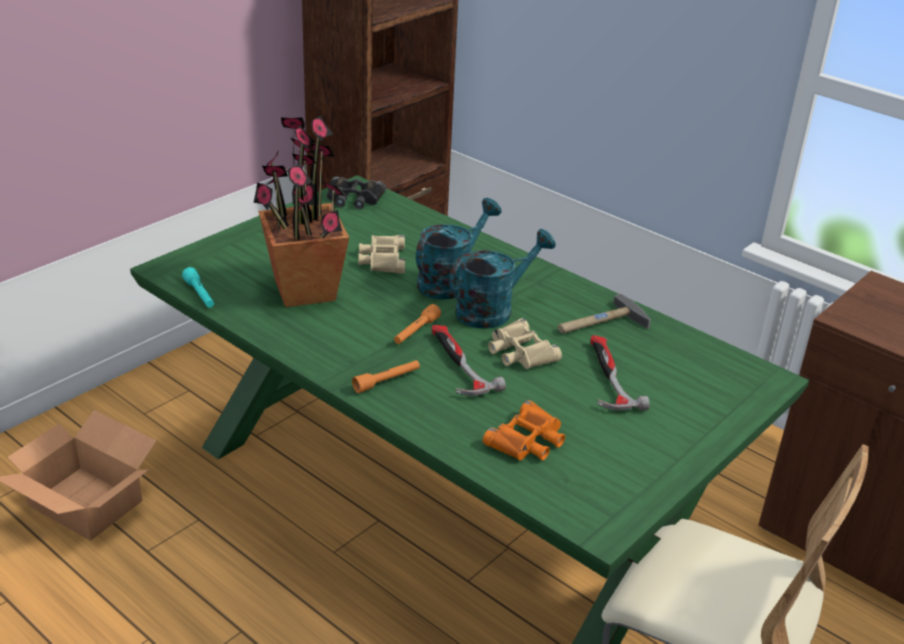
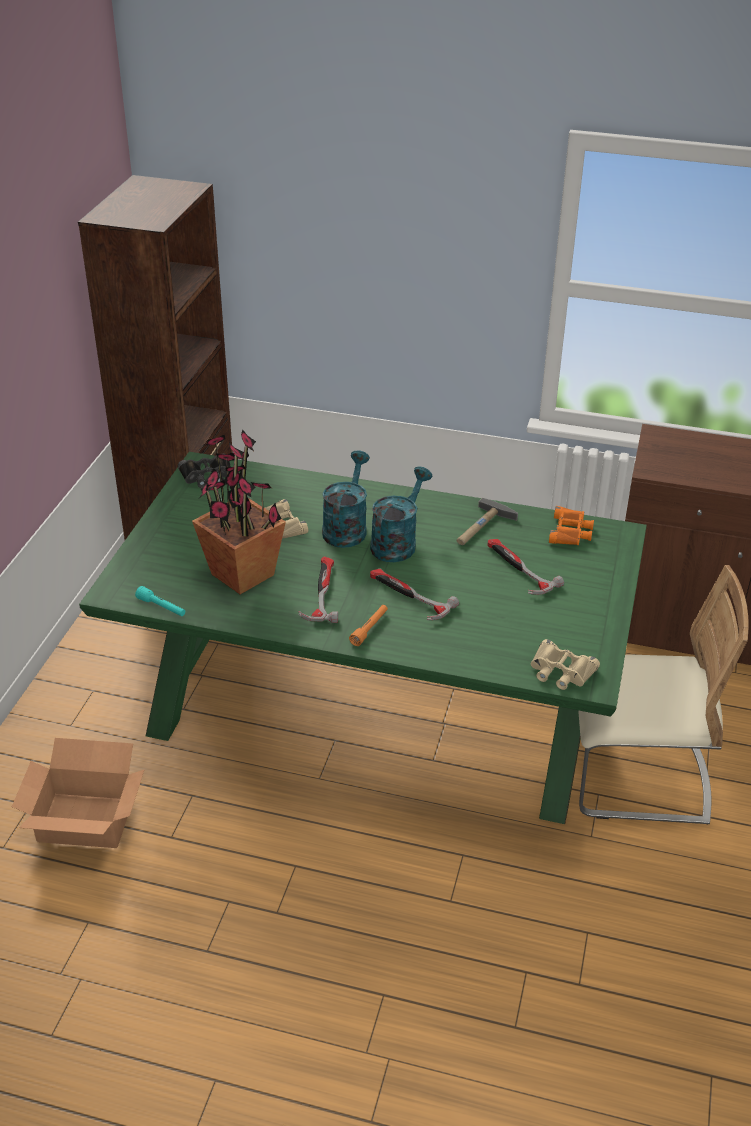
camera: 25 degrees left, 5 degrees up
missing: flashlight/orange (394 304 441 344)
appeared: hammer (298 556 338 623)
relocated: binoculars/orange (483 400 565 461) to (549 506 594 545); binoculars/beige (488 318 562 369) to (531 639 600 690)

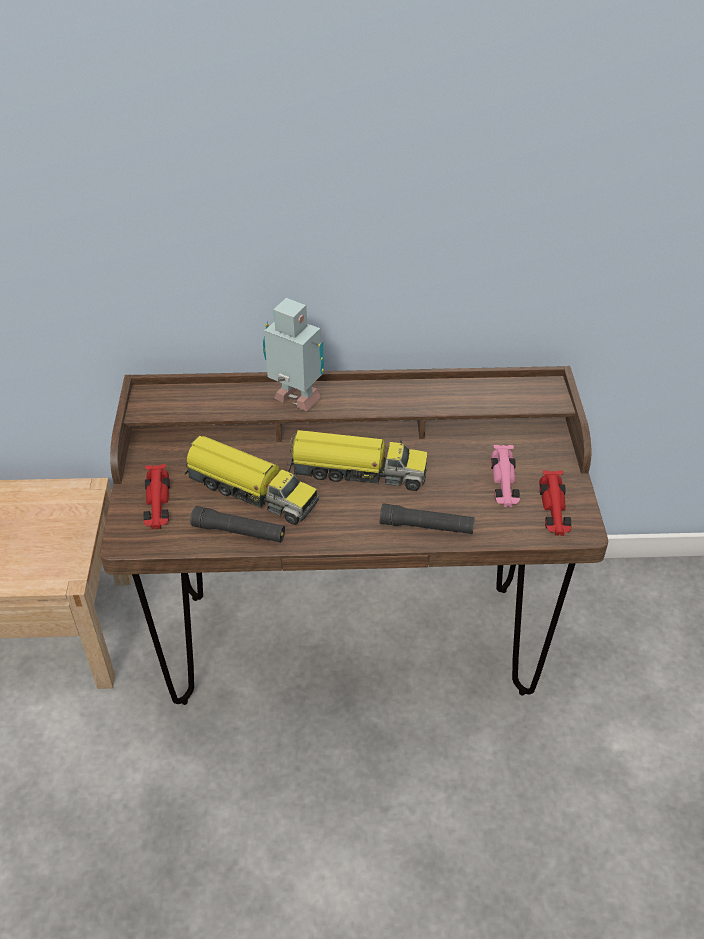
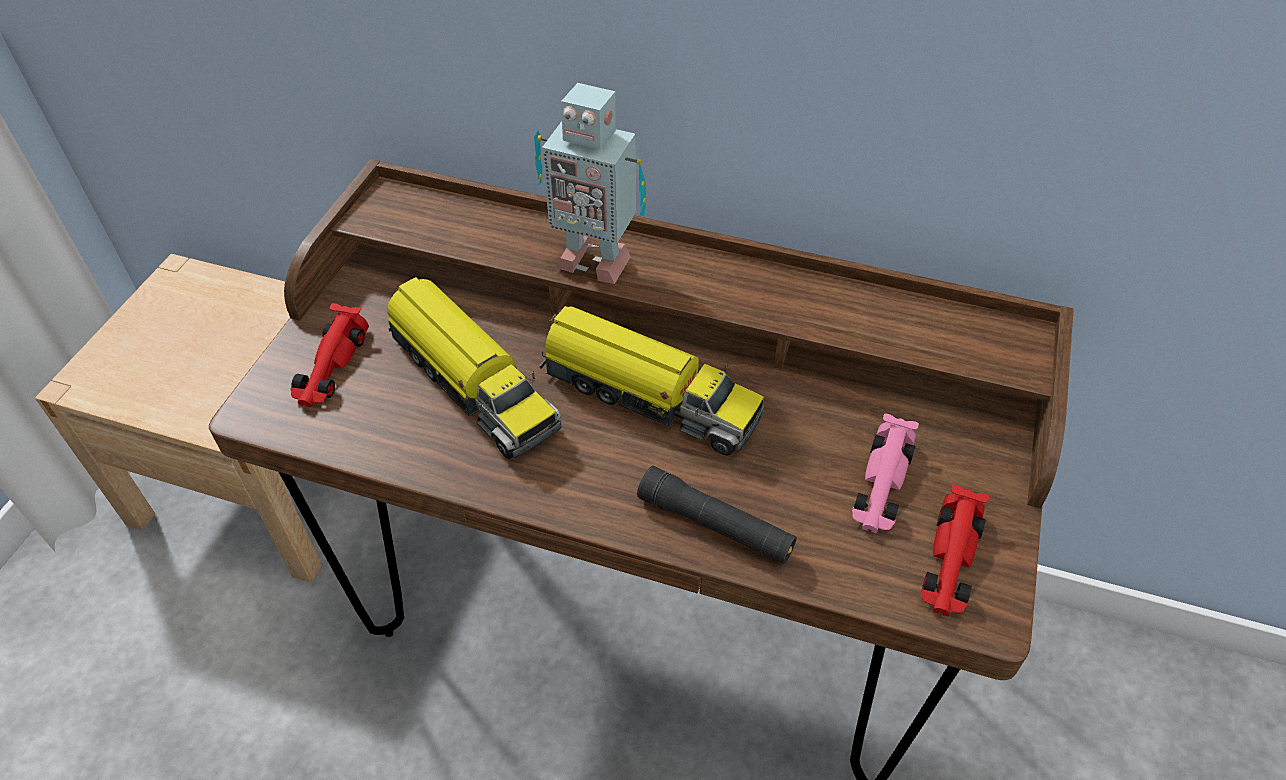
camera: 20 degrees right, 5 degrees up
missing: flashlight/black (190 506 285 542)
spun: toy robot (263 298 324 411) = (534 83 646 284) 150 degrees clockwise

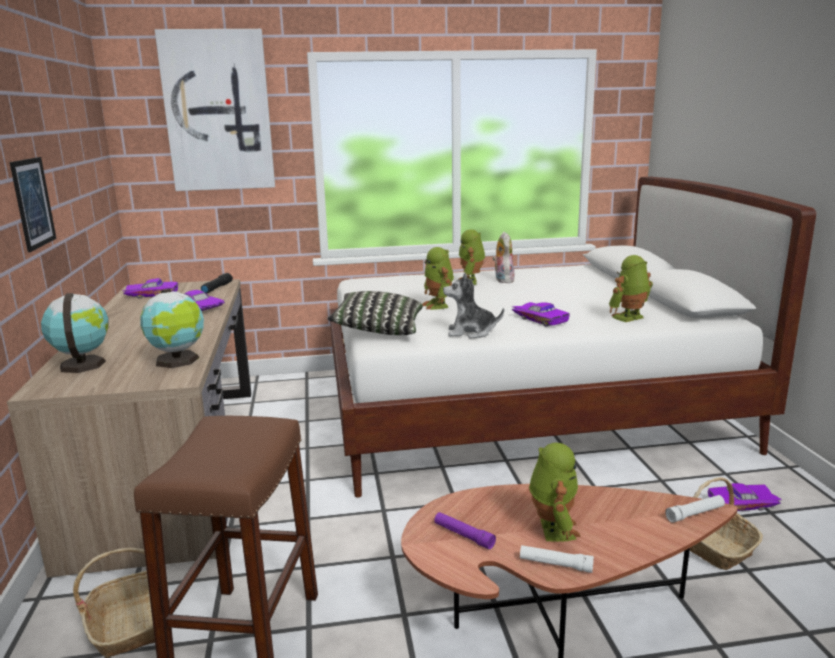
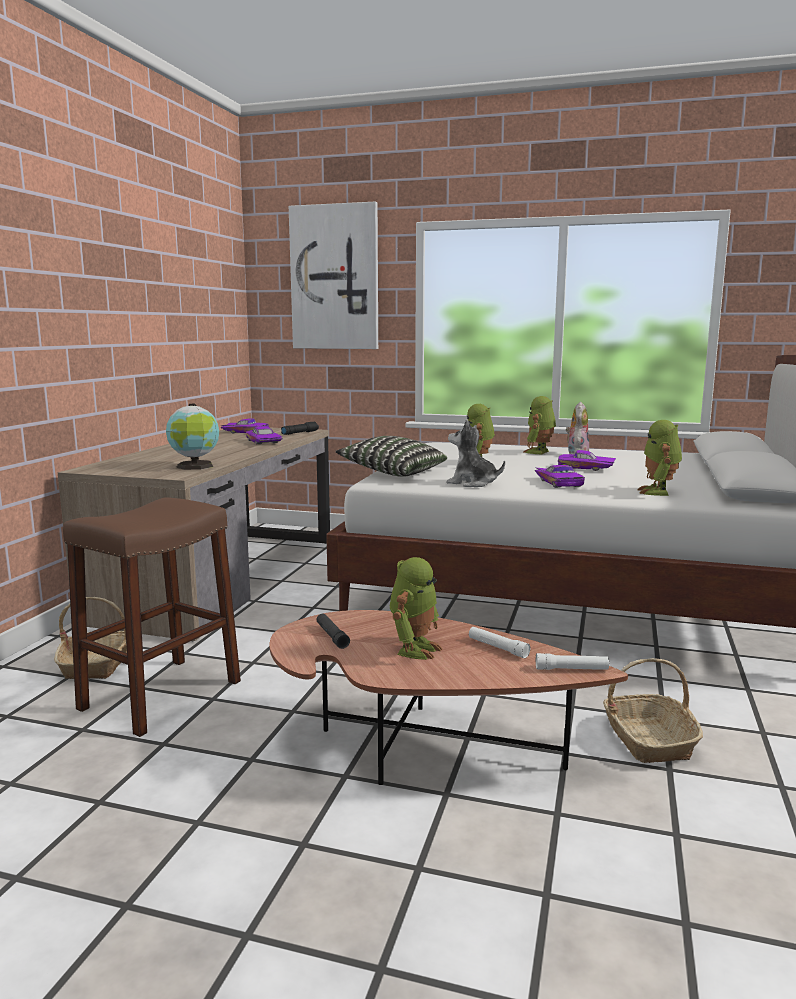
camera: 25 degrees right, 5 degrees down
missing: picture (10 157 56 252); globe (41 293 109 373)
relocated: flashlight/white (520 545 594 573) to (469 627 530 658); toy car/purple (708 483 782 511) to (558 450 616 471)
colour: flashlight/purple (434 512 496 550) to flashlight/black (316 614 350 649)
spun: toy robot (609 255 653 322) = (637 420 682 496) 75 degrees counterclockwise

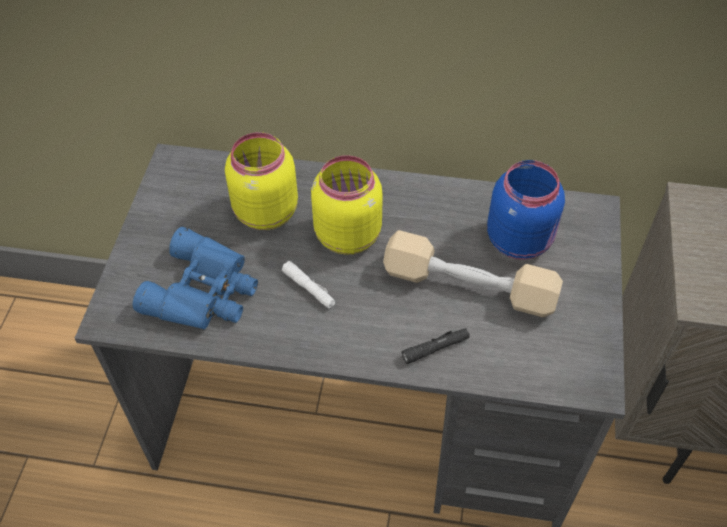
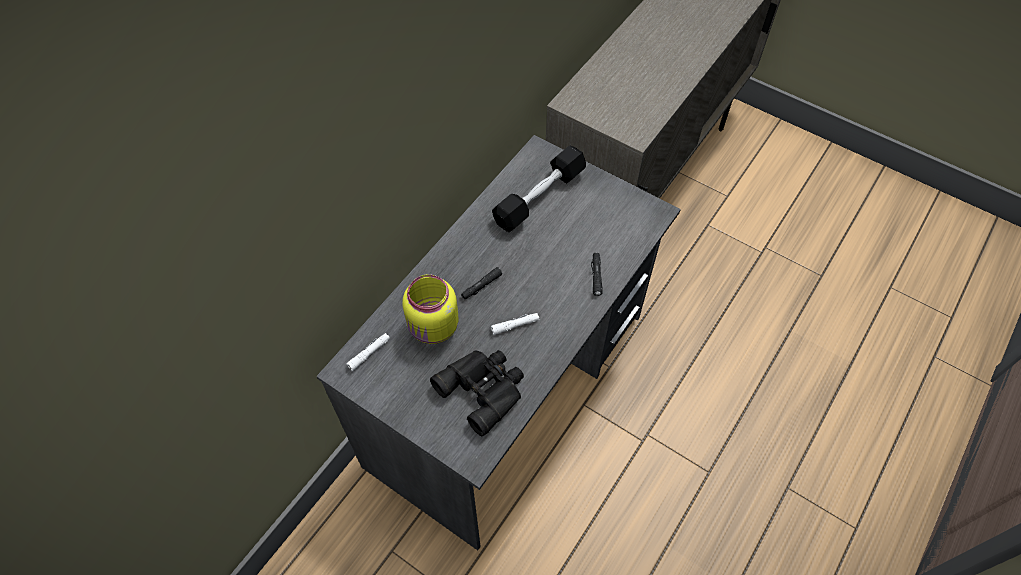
camera: 65 degrees left, 5 degrees up
missing: dumbbell/beige (383 230 563 317)
appeared: flashlight/white (347 333 390 371)
exchanged: jar/yellow (311 155 383 255) to flashlight/black (461 267 502 300); jar/blue (487 160 565 260) to dumbbell/black (492 146 586 232)
colour: binoculars/blue (133 227 258 330) to binoculars/black (430 350 524 436)

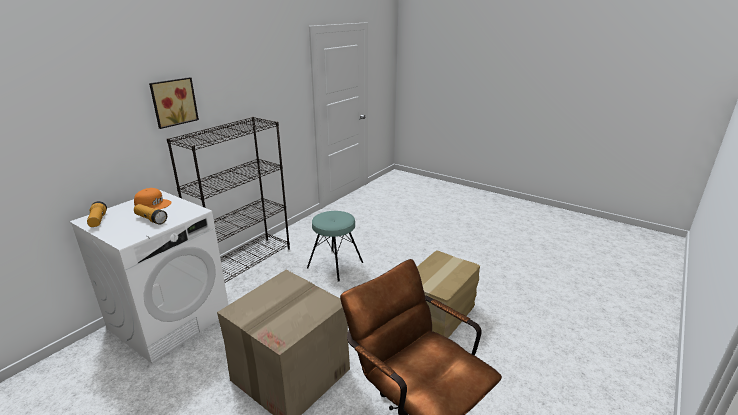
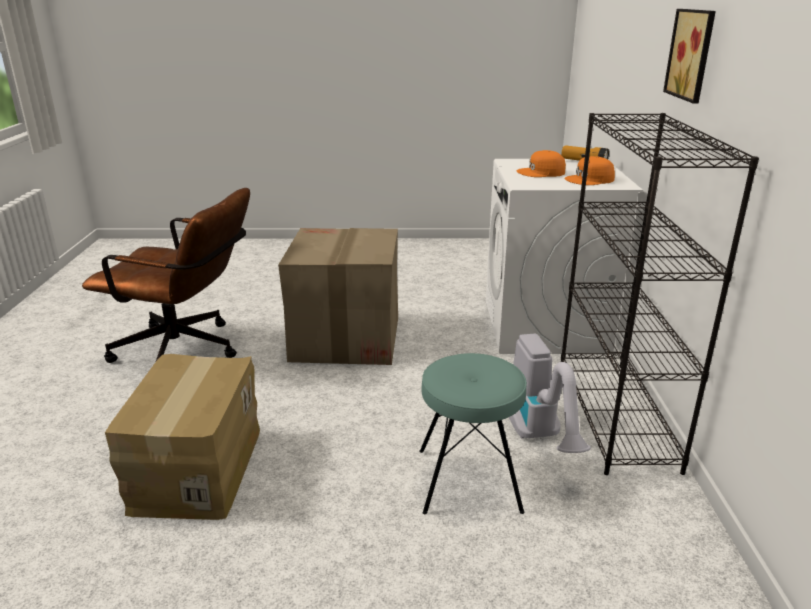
camera: 145 degrees right, 0 degrees up
appeared: vacuum cleaner (508 334 591 453)
exchanged: flashlight (134 204 167 224) to cap/orange (517 150 566 177)

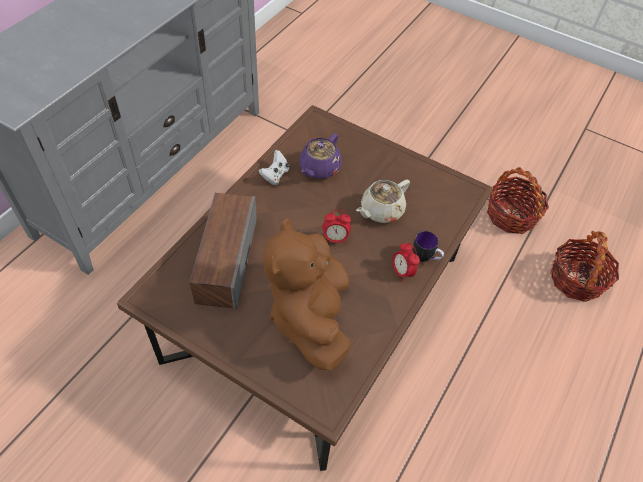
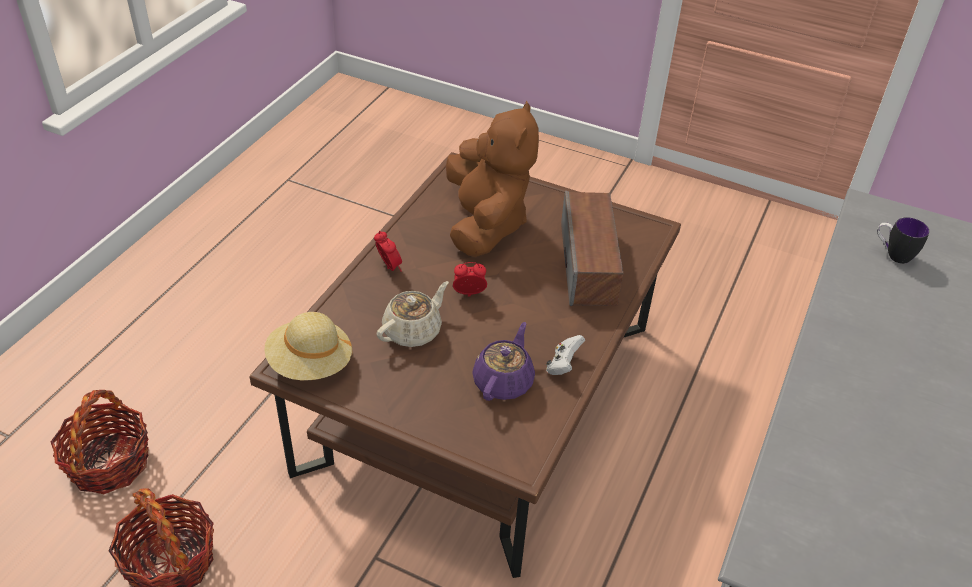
camera: 175 degrees right, 10 degrees down
appeared: hat/beige (264 312 353 380)
relocated: mug (413 231 444 262) to (877 217 929 264)

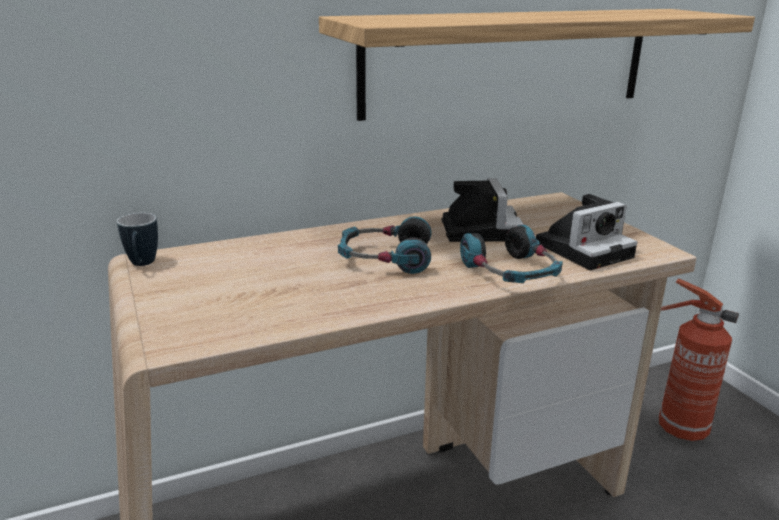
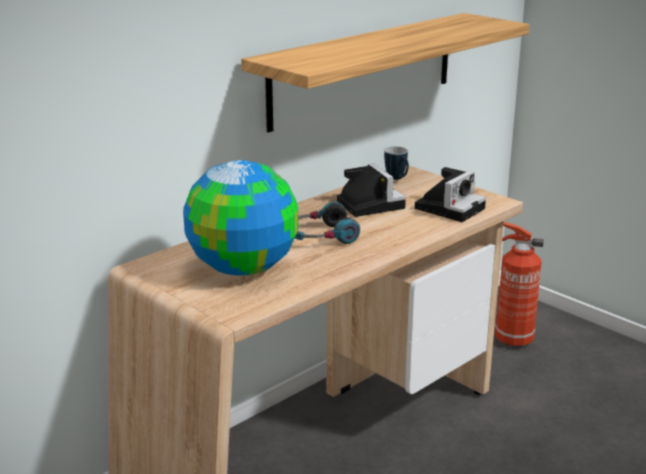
camera: 20 degrees left, 0 degrees up
missing: headphones (460 225 563 283)
appeared: globe (183 160 298 276)
relocated: mug (117 213 158 266) to (384 147 409 180)

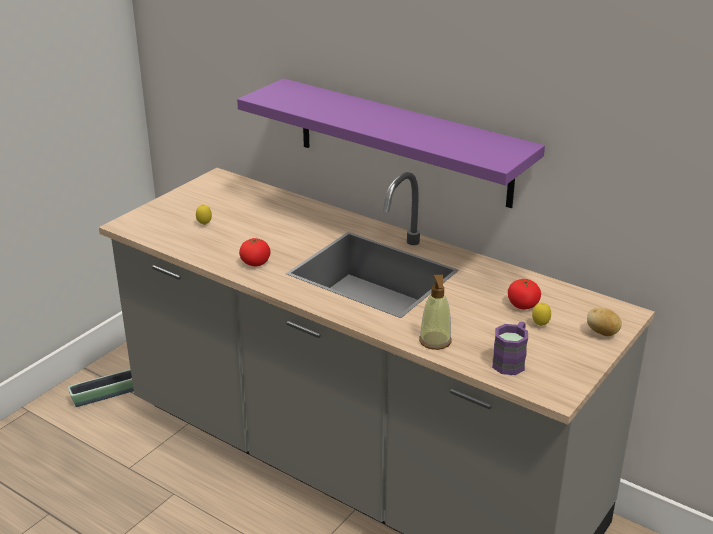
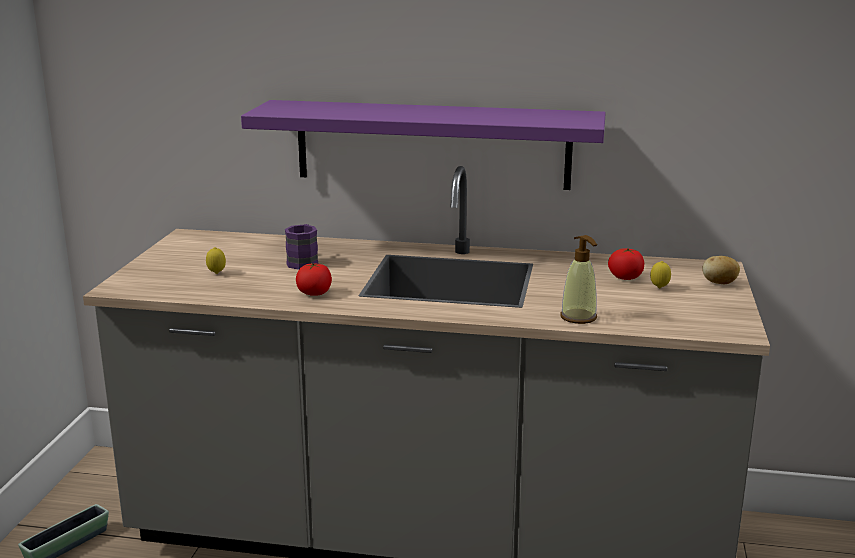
camera: 25 degrees left, 10 degrees down
relocated: mug/purple (492 322 528 375) to (285 224 318 270)

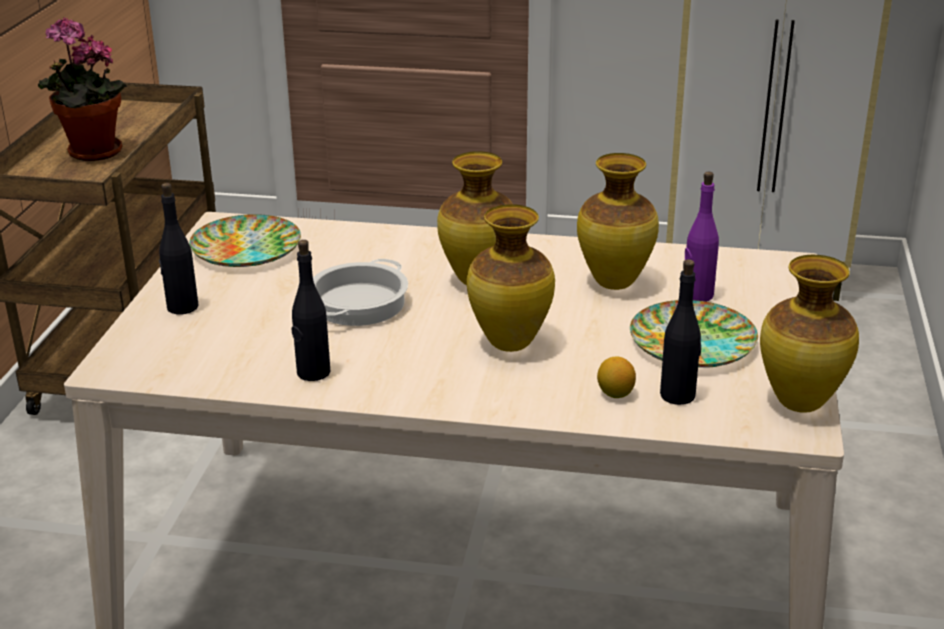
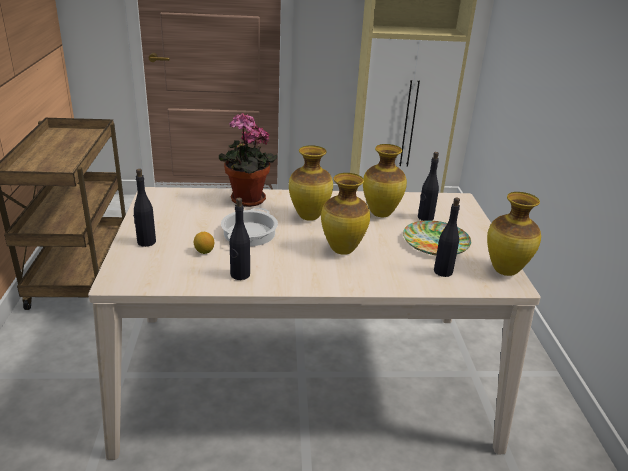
camera: 15 degrees left, 0 degrees up
missing: plate (189 214 301 267)
relocated: potted plant (38 17 127 161) to (219 113 277 207); lemon (597 356 636 398) to (194 232 214 254)
colour: bottle/purple (685 172 719 302) to bottle/black (418 152 439 221)

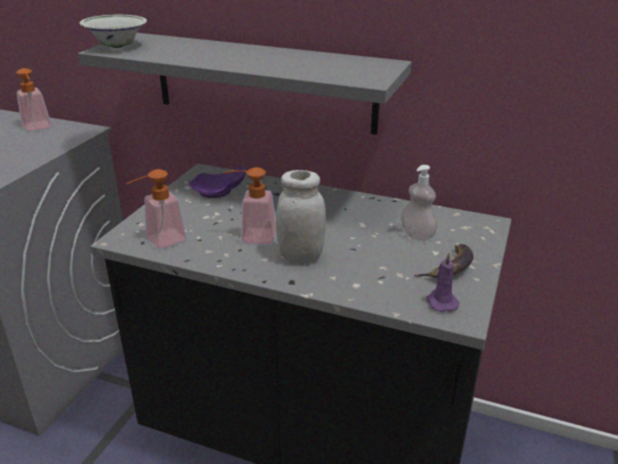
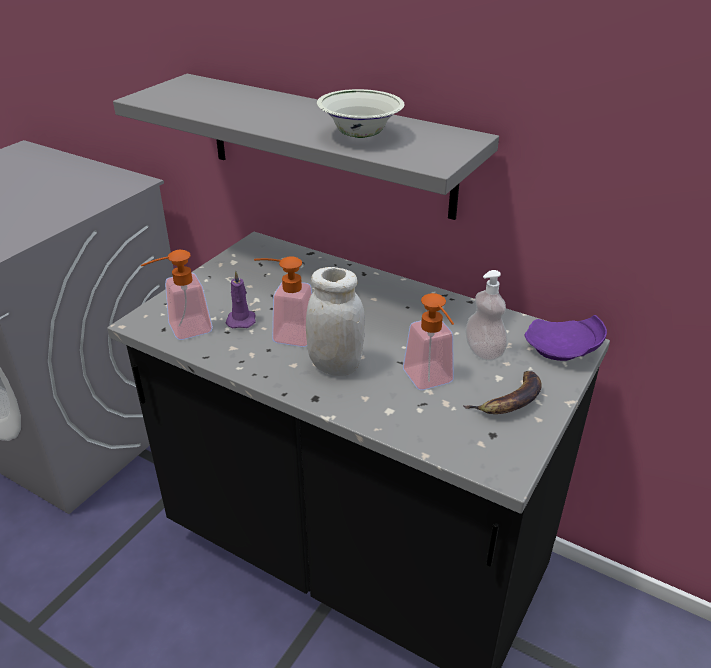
camera: 10 degrees right, 5 degrees up
relocated: soap dispenser (16 68 52 132) to (403 293 454 390); bowl/white (80 15 147 48) to (317 89 405 138); plate/purple (189 165 245 198) to (525 315 607 361); candle/purple (426 253 460 312) to (225 271 256 328)

